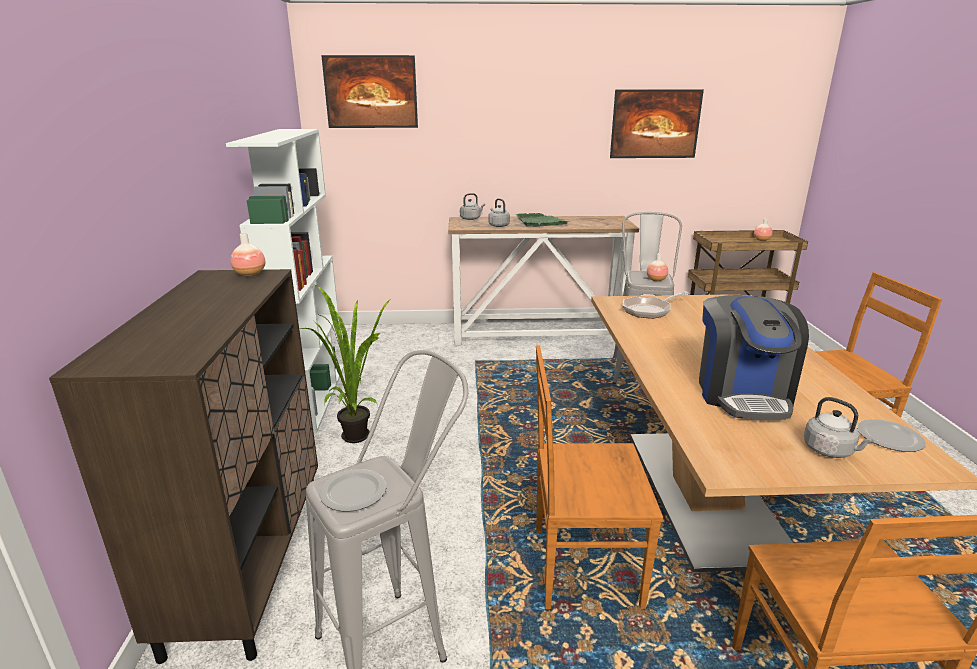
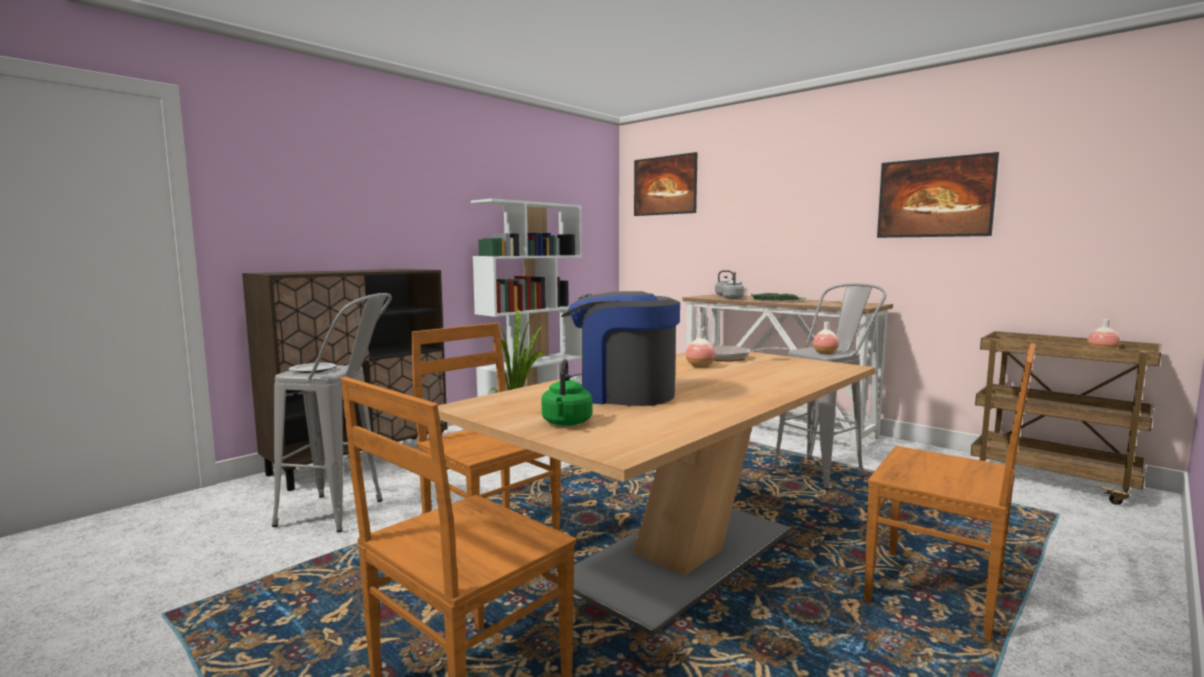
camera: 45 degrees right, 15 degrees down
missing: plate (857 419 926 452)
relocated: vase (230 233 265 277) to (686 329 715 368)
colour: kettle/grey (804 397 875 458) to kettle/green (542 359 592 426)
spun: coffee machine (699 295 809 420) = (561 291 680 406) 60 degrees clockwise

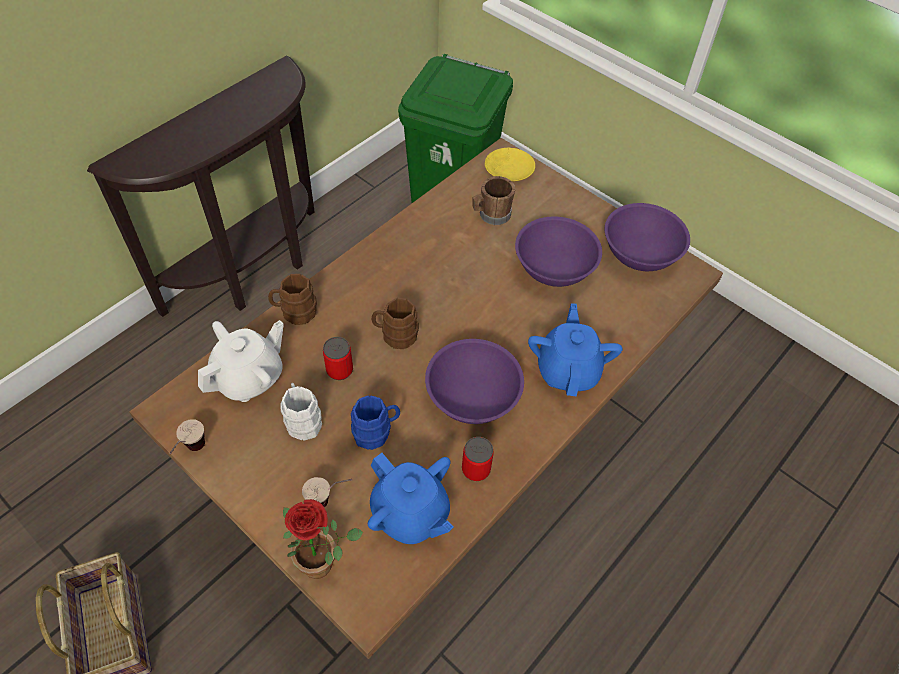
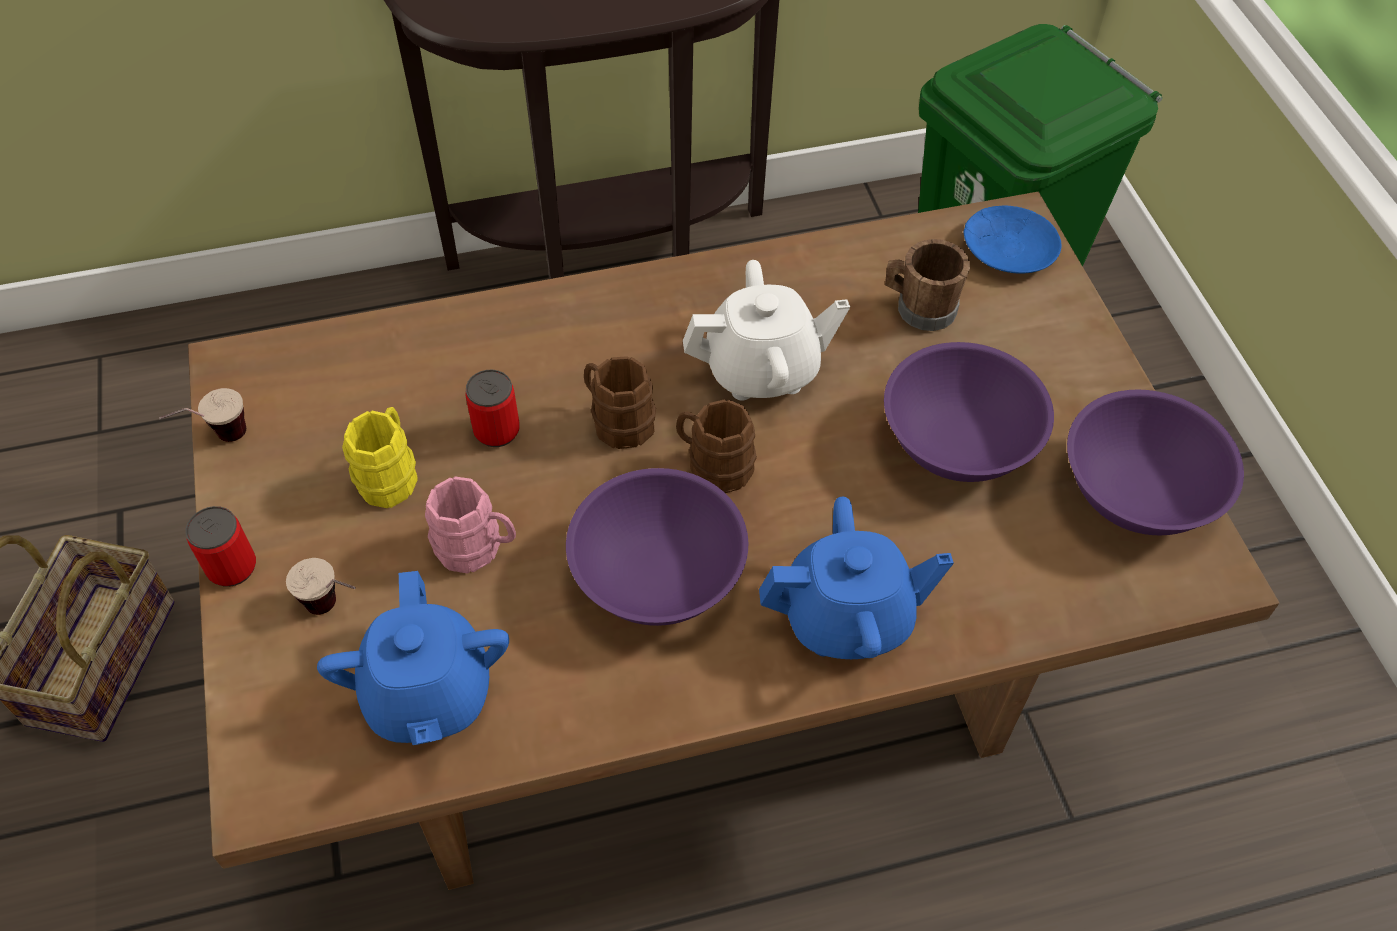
camera: 35 degrees right, 0 degrees up
missing: potted plant (283 499 363 579)
relocated: teapot/white (198 320 284 402) to (683 260 850 400); mug/brown (268 274 317 325) to (676 400 757 493); can (462 437 494 481) to (185 506 256 587)
colour: mug/white (280 383 322 441) to mug/yellow (342 407 418 508); mug/blue (351 395 400 450) to mug/pink (425 476 516 574); plate/yellow (485 148 535 182) to plate/blue (963 205 1061 274)
spun: teapot/blue (528 303 622 397) = (759 497 954 659) 45 degrees clockwise

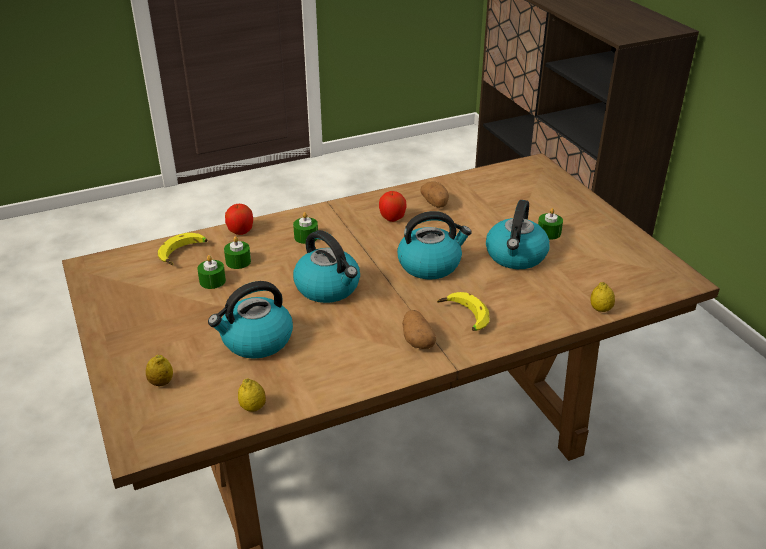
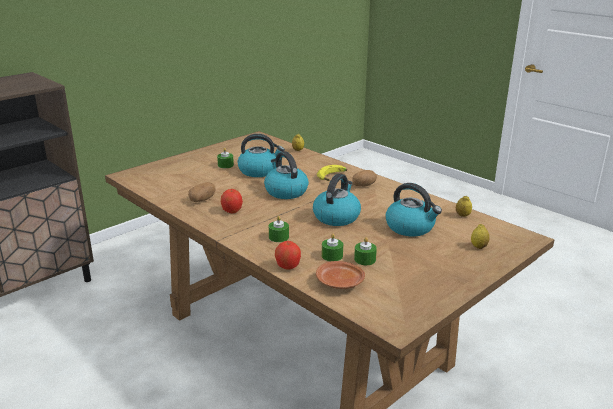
camera: 110 degrees left, 10 degrees down
exchanged: banana (158 233 207 265) to plate/brown (316 261 365 289)

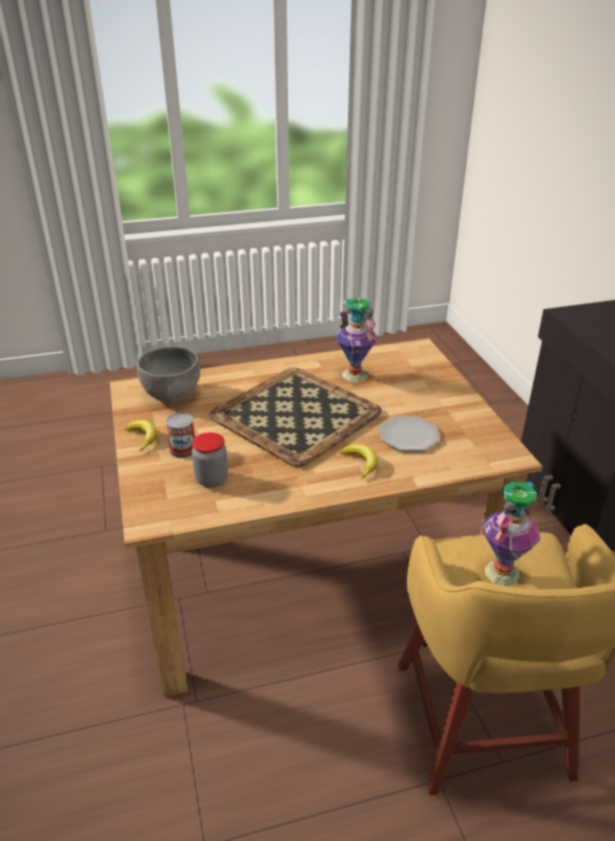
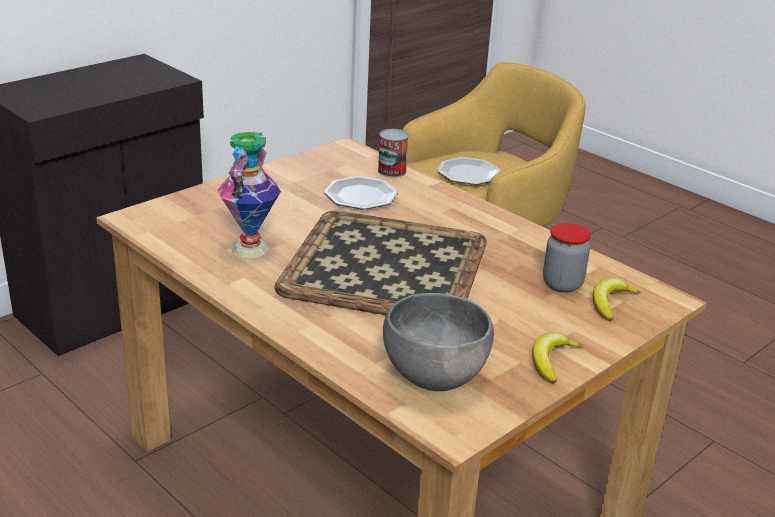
camera: 120 degrees left, 5 degrees down
relocated: can (166 413 195 458) to (378 129 409 178); banana (340 444 378 479) to (593 278 641 321)
exchanged: vase (483 482 541 586) to plate (438 157 500 185)

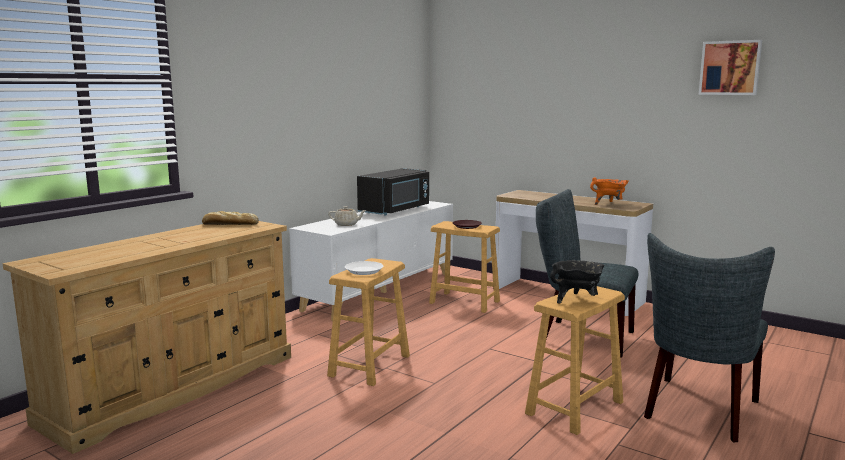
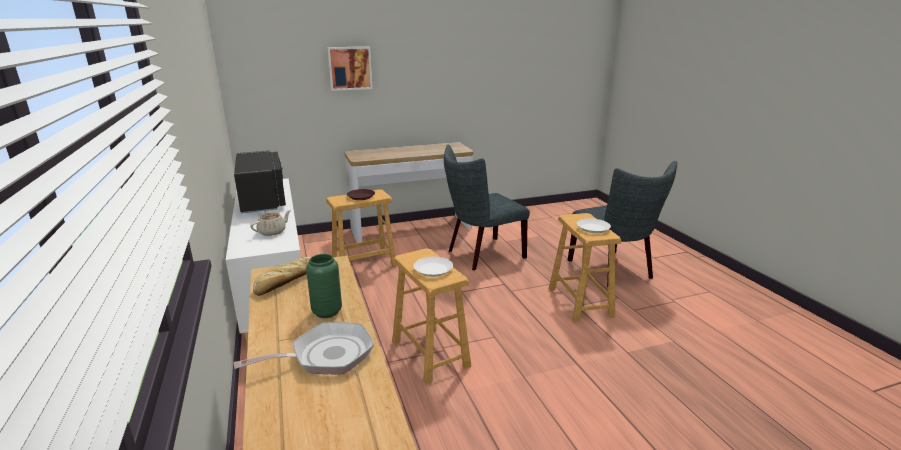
camera: 55 degrees left, 10 degrees up
missing: cooking pot/orange (590 177 629 205)
appeared: frying pan (234 322 374 374); vase/green (306 254 342 318)
relocated: picture (699 40 762 95) to (327 47 373 91)
exchanged: cooking pot/black (550 260 605 304) to plate/white (577 218 611 233)

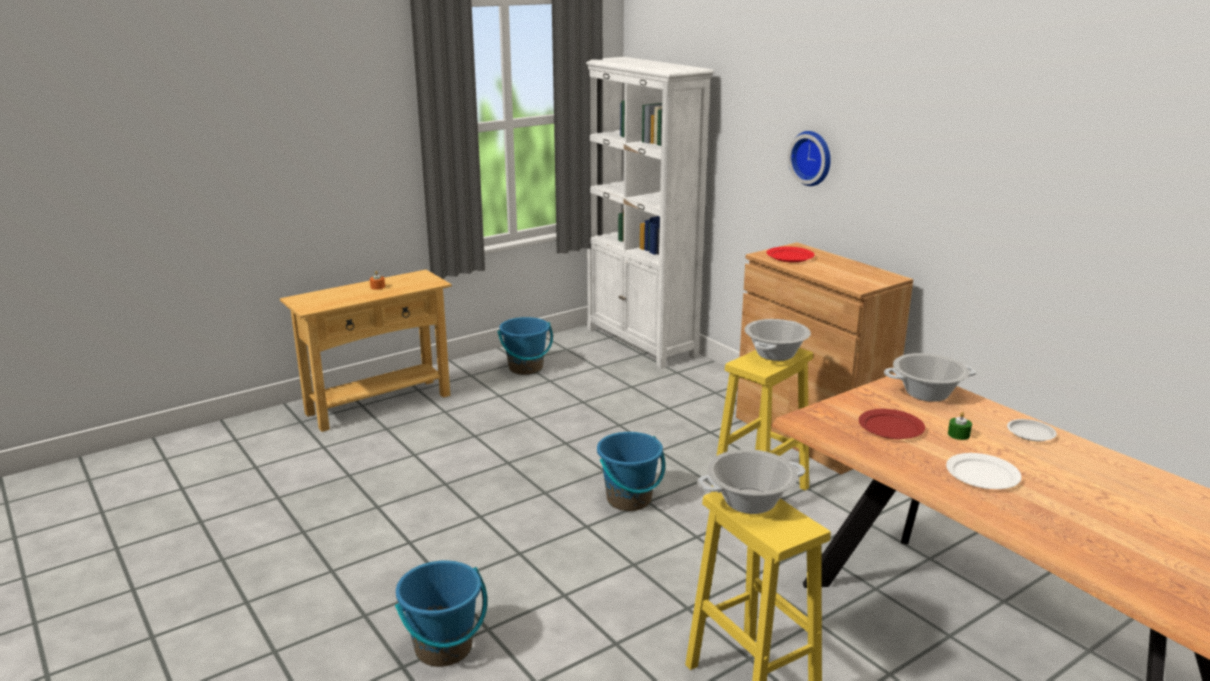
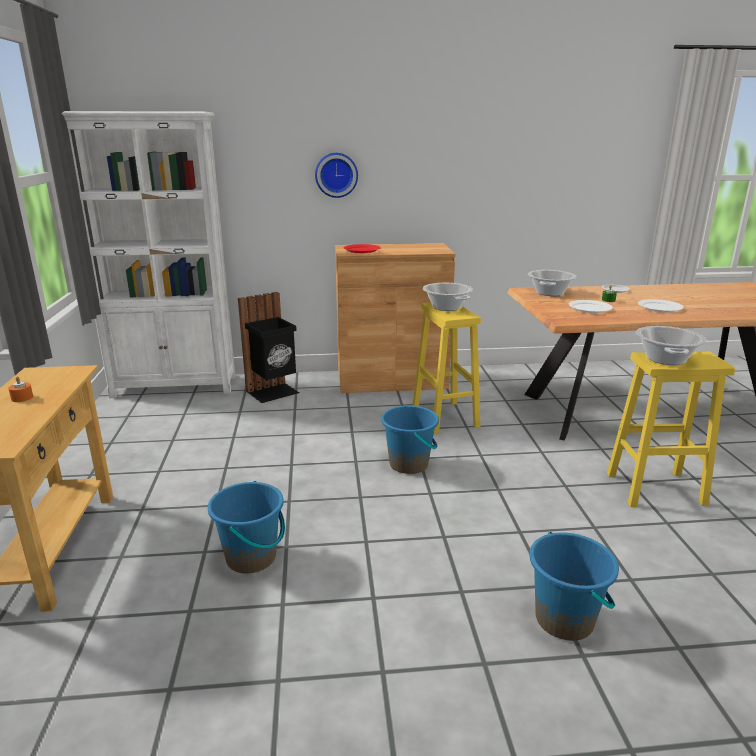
camera: 60 degrees left, 0 degrees up
appeared: trash can/black (238 292 299 403)
relocated: bucket/blue (497 317 553 375) to (208 481 285 573)
colour: plate/red (859 409 925 439) to plate/white (569 300 613 313)

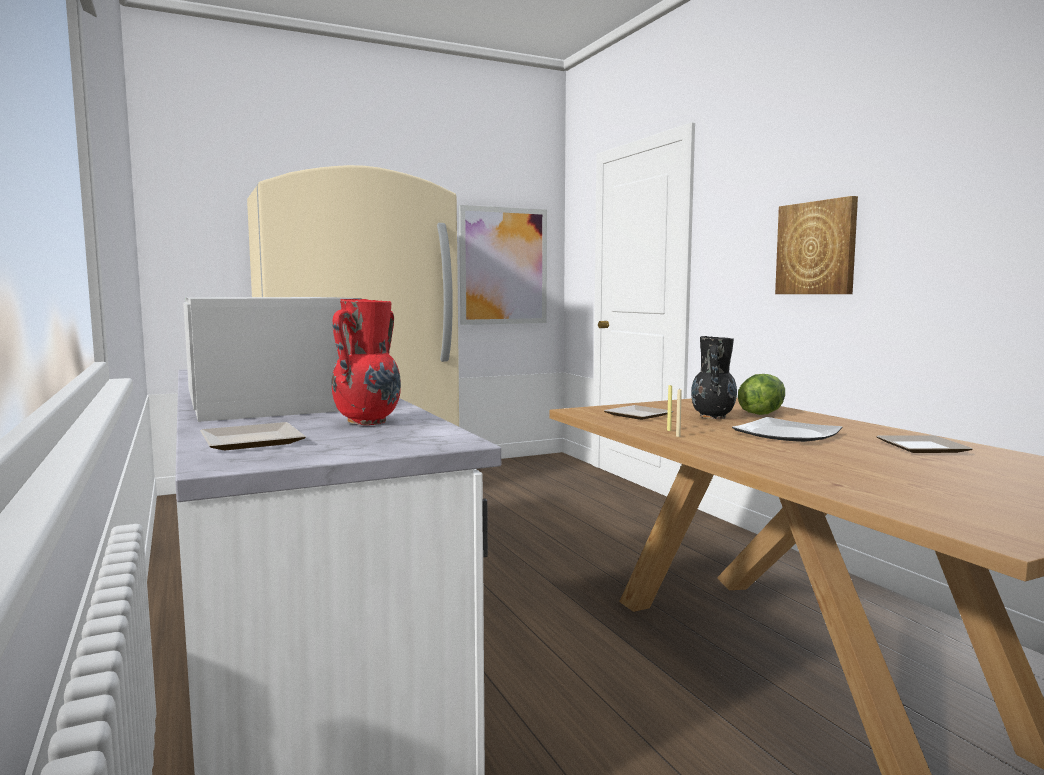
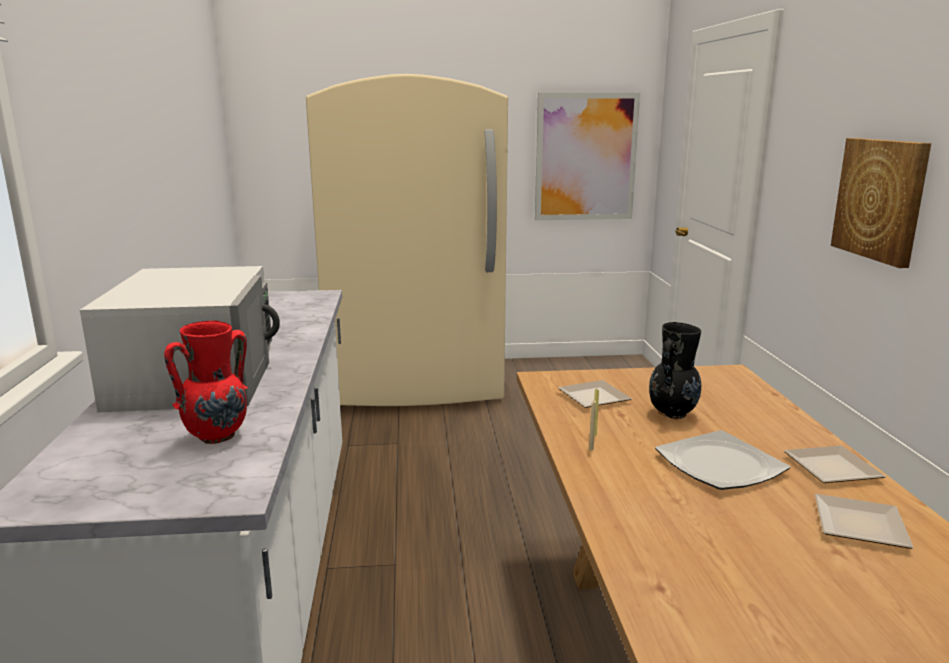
camera: 20 degrees right, 10 degrees up
missing: lettuce (738 374 785 415)
relocated: plate (200 422 306 450) to (784 446 886 483)

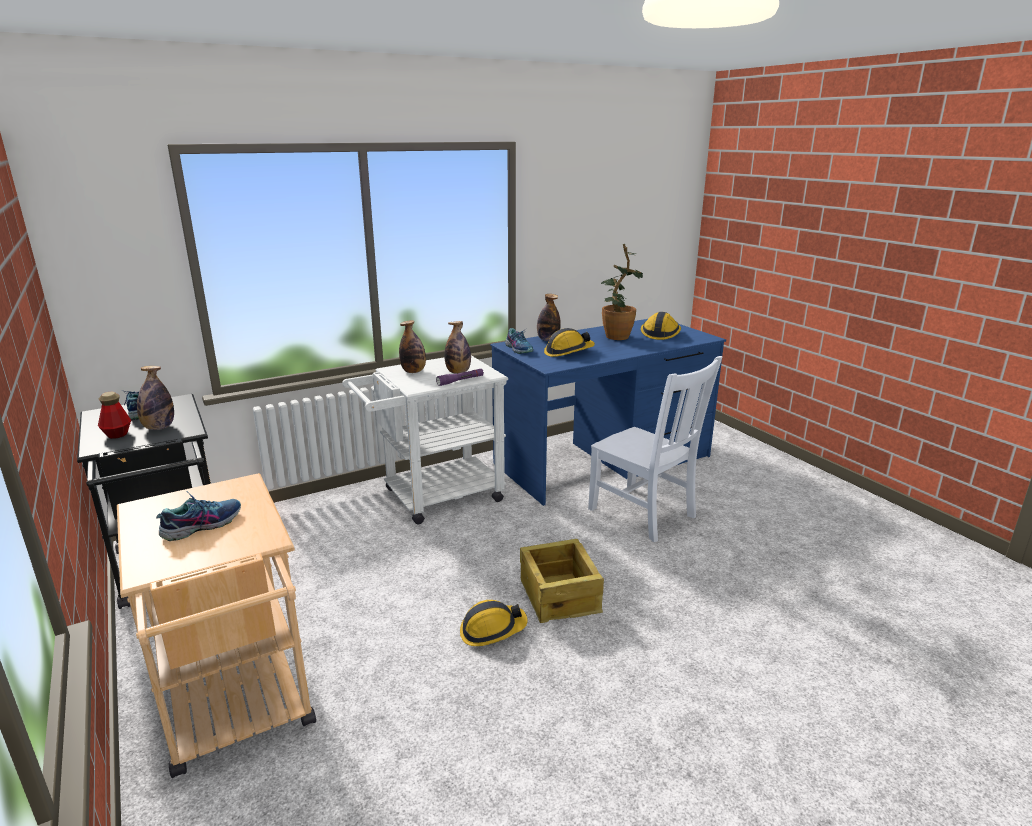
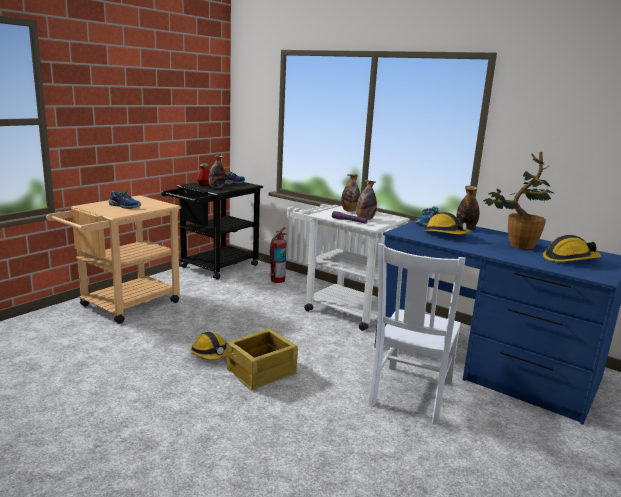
camera: 65 degrees right, 5 degrees down
appeared: fire extinguisher (270 227 286 283)

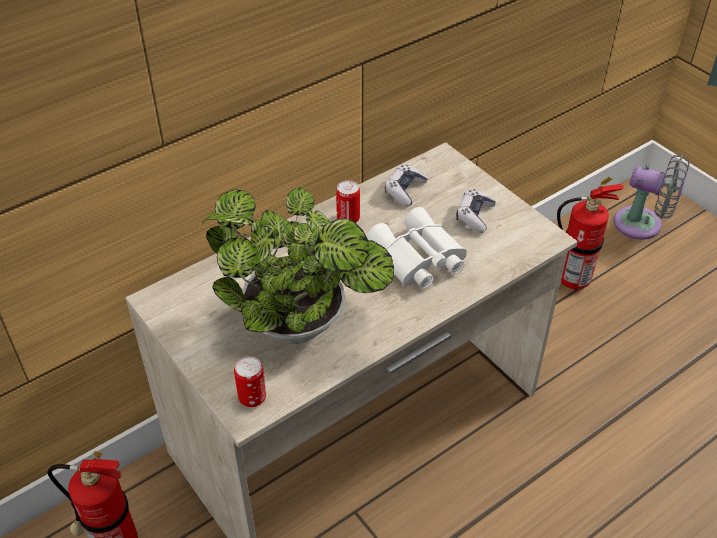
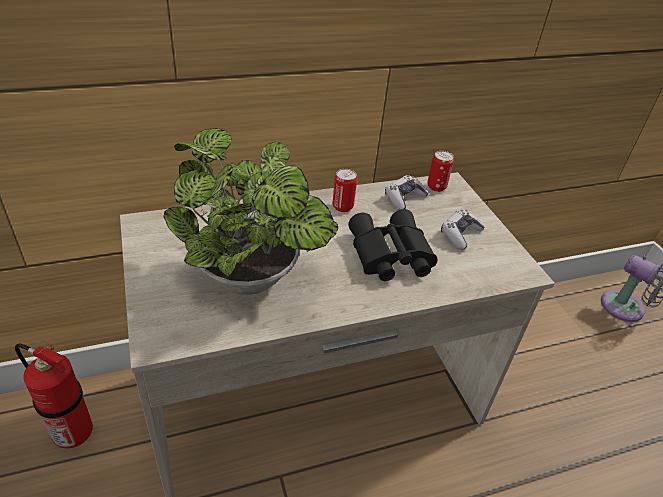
camera: 15 degrees right, 5 degrees down
missing: fire extinguisher (557 177 624 290)
relocated: can (234 356 266 407) to (427 151 454 192)
colour: binoculars/white (367 207 467 289) to binoculars/black (348 209 438 281)

